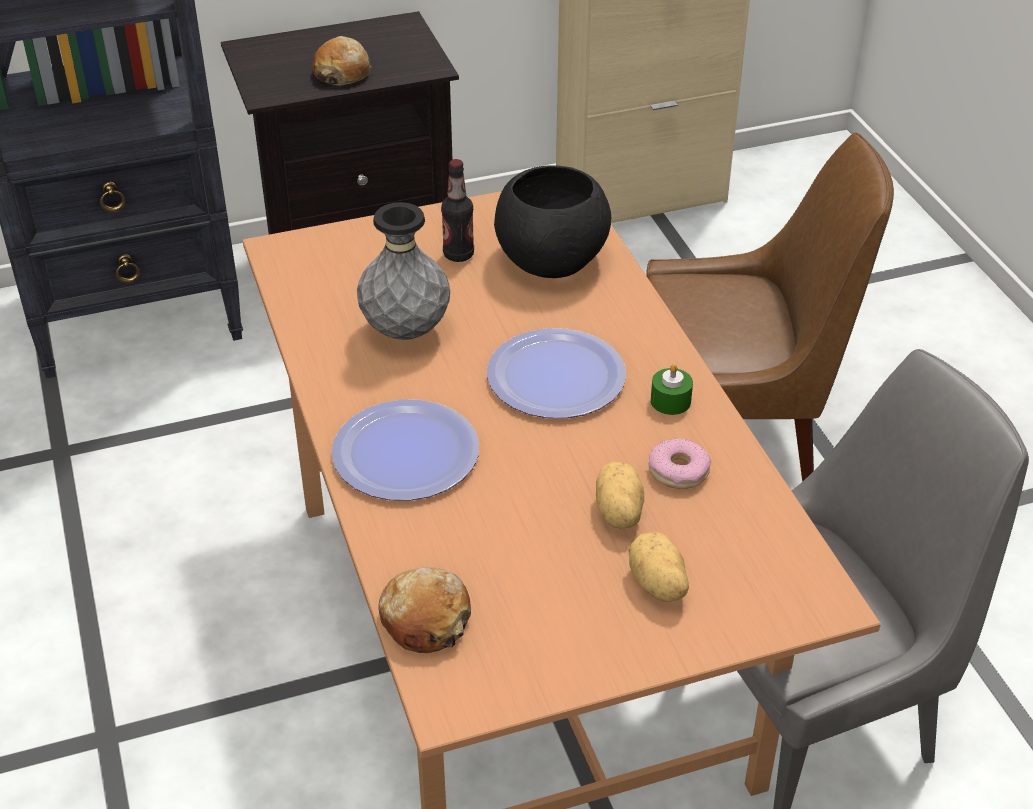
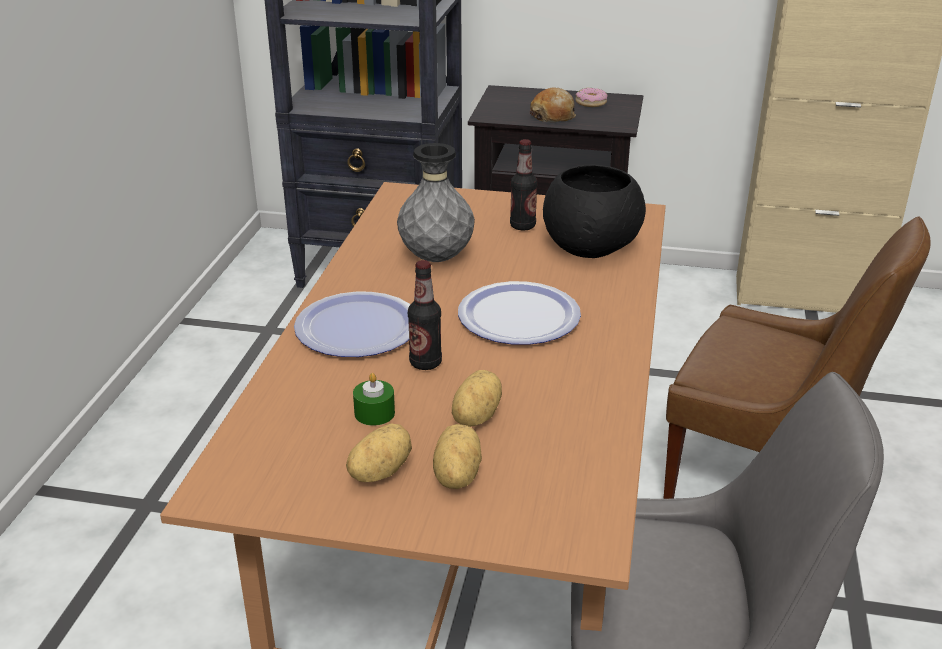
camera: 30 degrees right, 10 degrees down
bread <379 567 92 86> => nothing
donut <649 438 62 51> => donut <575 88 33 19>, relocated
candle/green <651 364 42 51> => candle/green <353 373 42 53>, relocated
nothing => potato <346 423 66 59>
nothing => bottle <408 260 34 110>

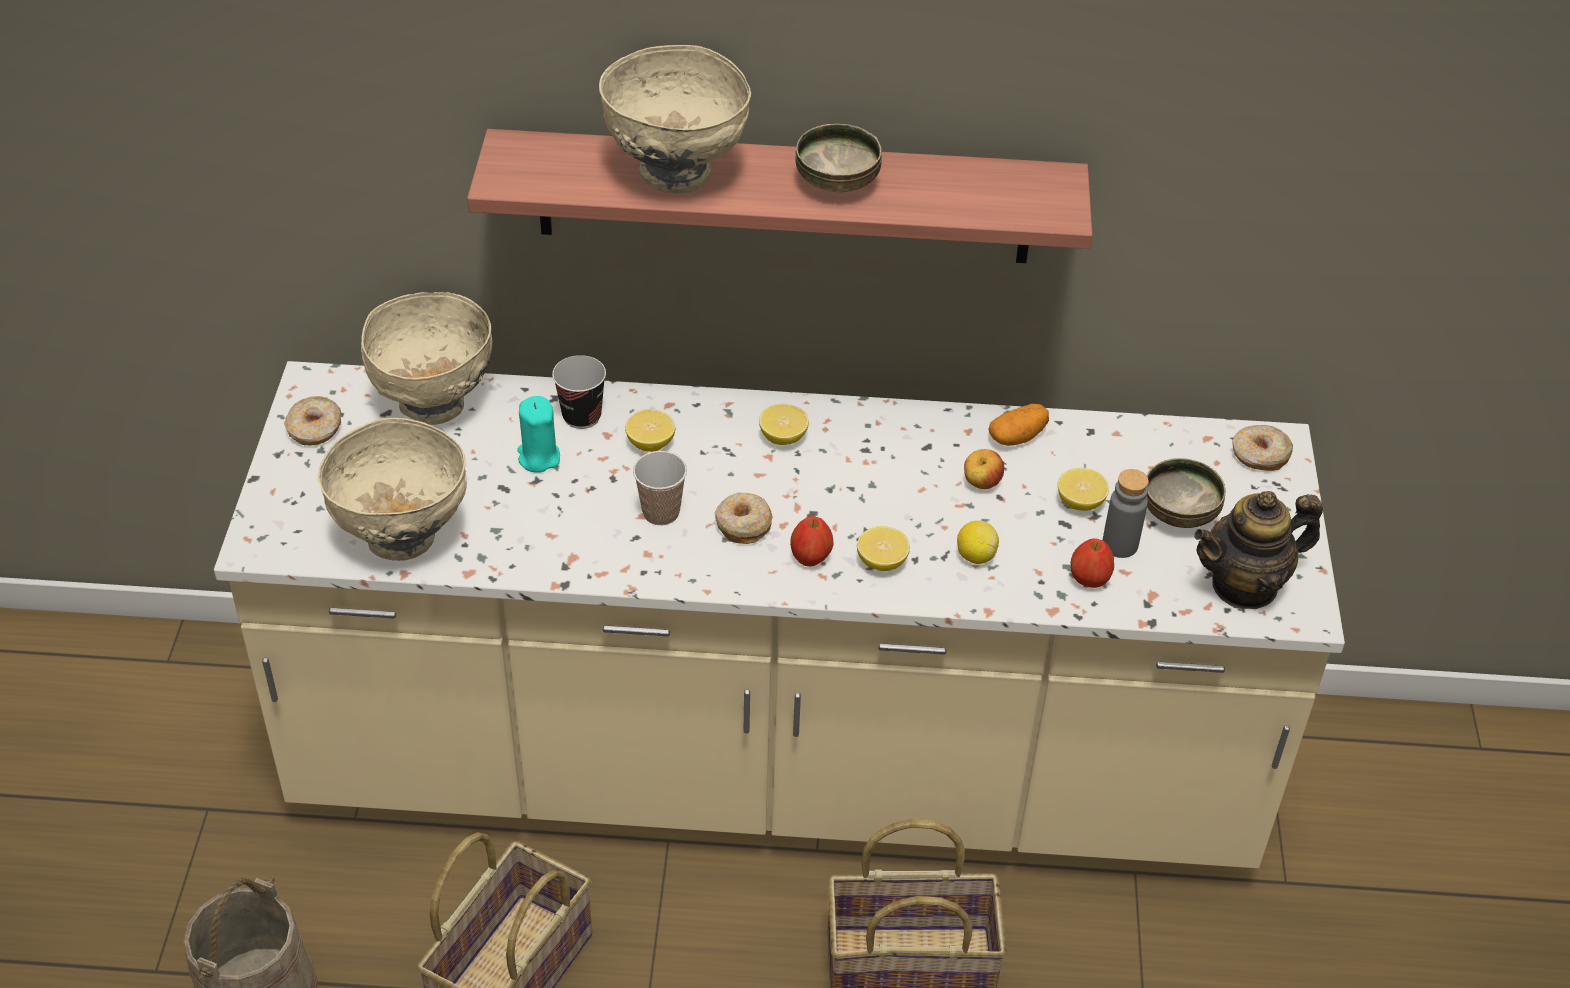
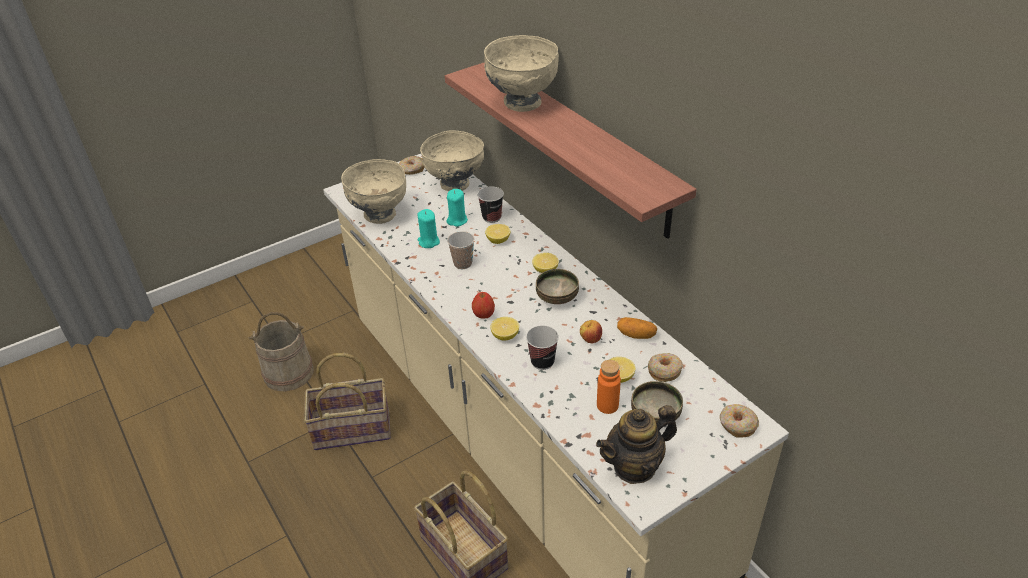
camera: 55 degrees right, 5 degrees down
donut <714 493 59 51> => donut <648 353 35 29>, relocated
bowl <795 124 87 68> => bowl <536 269 43 35>, relocated
lemon <957 521 42 43> => cup <526 325 33 45>
apple <1071 538 43 50> => nothing
bottle/grey <1103 469 46 89> => bottle/orange <597 360 24 54>
teapot <1194 491 129 118> => teapot <596 405 81 79>, 60 degrees counterclockwise
nothing => candle/turquoise <417 209 23 39>

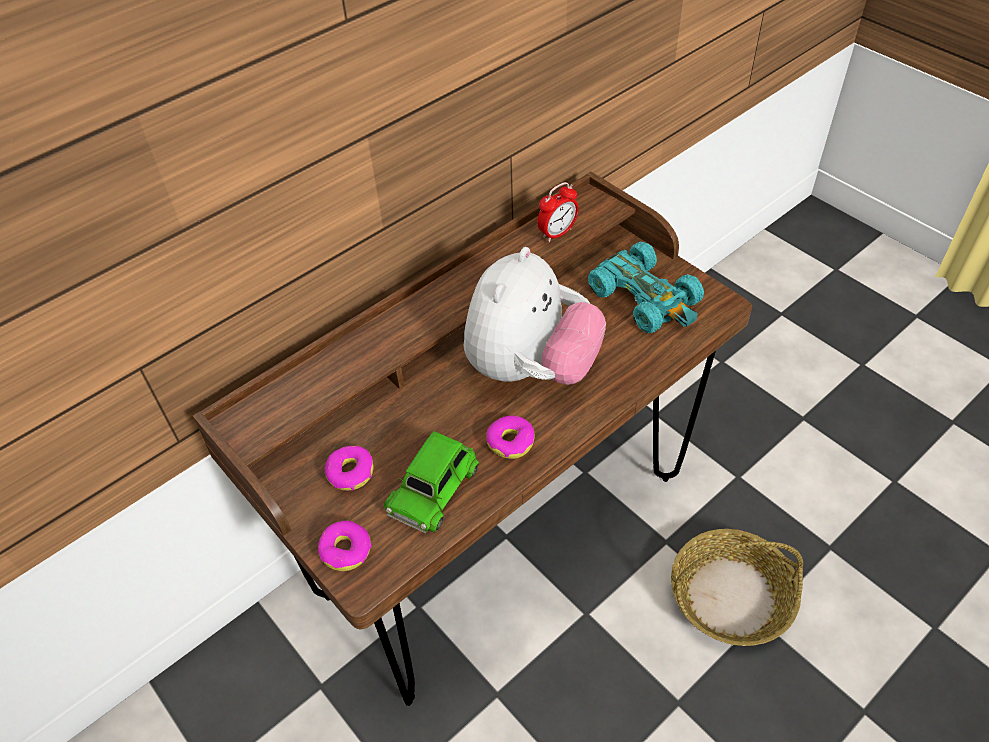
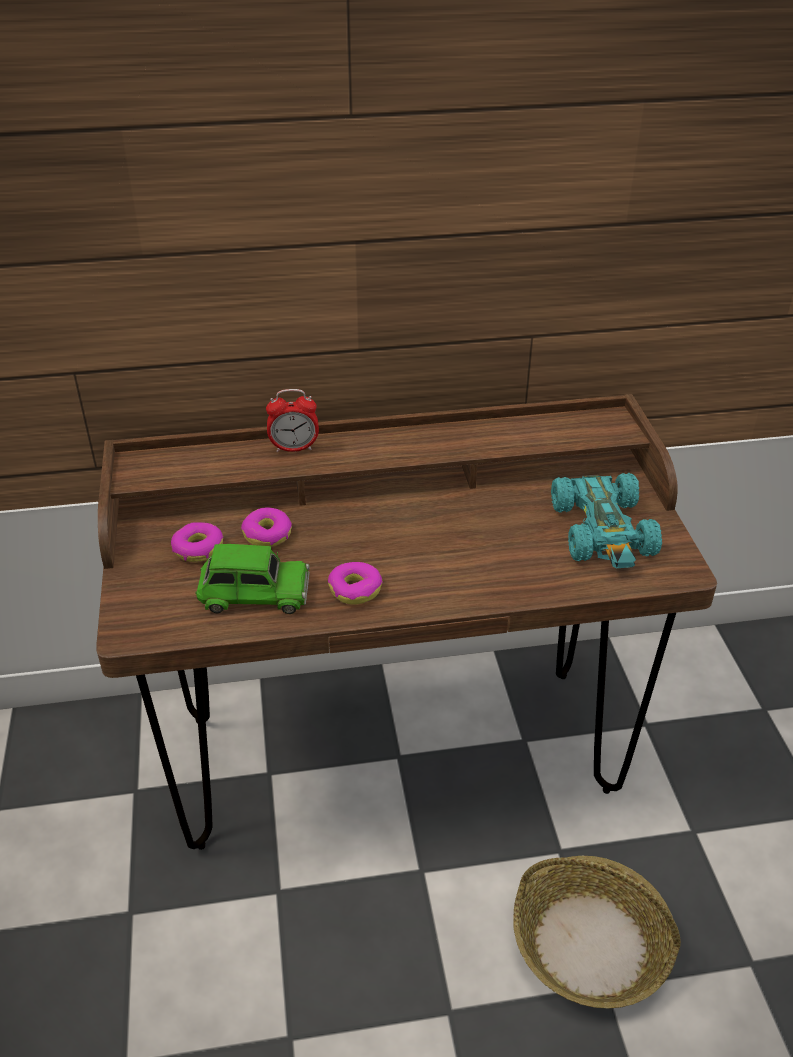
camera: 30 degrees right, 10 degrees down
donut <318 521 54 50> => donut <241 507 51 40>, relocated
toy car/green <384 431 95 102> => toy car/green <195 544 115 70>, 150 degrees counterclockwise
plush toy <464 247 142 138> => nothing
alarm clock <537 182 42 60> => alarm clock <266 389 53 63>, relocated

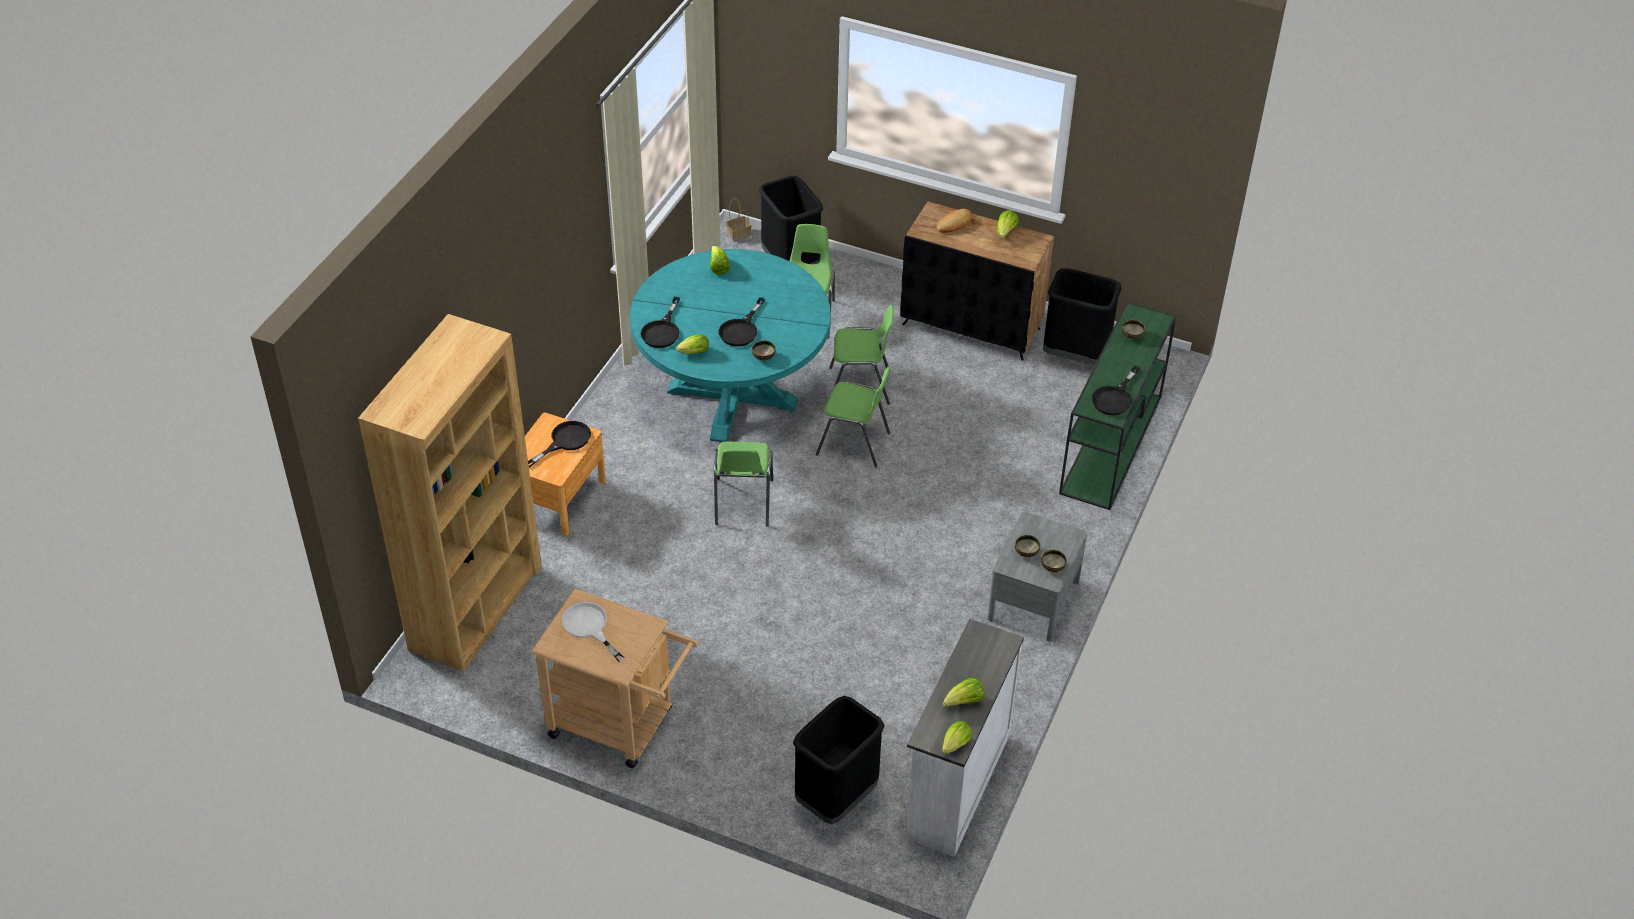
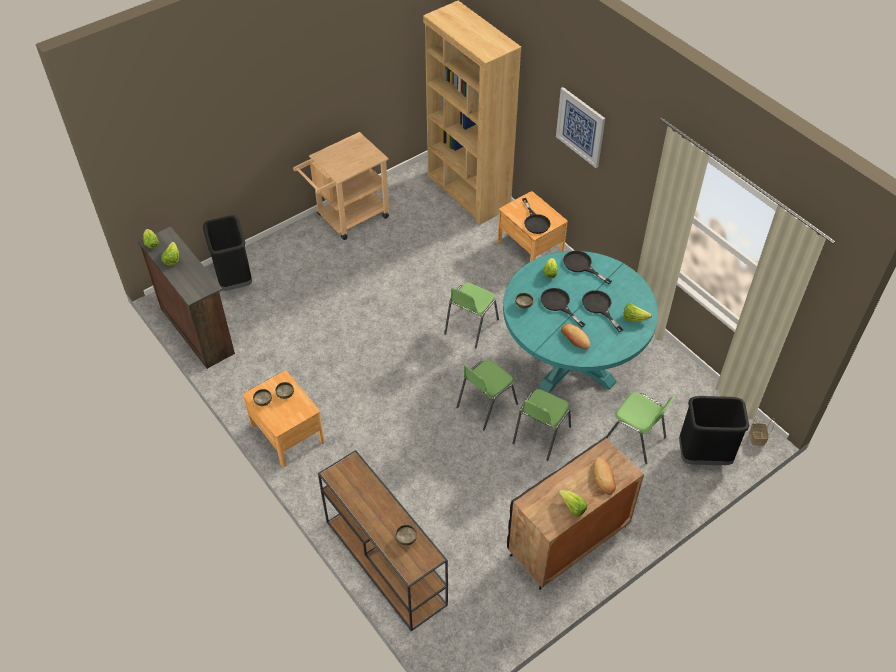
camera: 120 degrees right, 5 degrees up
frying pan/white <562 602 63 61> => nothing
chair/green <714 441 59 85> => chair/green <444 282 55 67>, 90 degrees counterclockwise
dresser/white <906 619 118 238> => dresser/brown <138 226 97 143>
nightstand/grey <987 512 100 129> => nightstand/brown <243 370 82 97>
trash can/black <1043 268 79 97> => nothing
console table/green <1059 302 117 208> => console table/brown <318 450 130 181>
frying pan/black <1092 365 48 50> => frying pan/black <582 290 41 42>, relocated
nothing => picture <556 87 49 81>
nothing => bread <561 324 30 25>

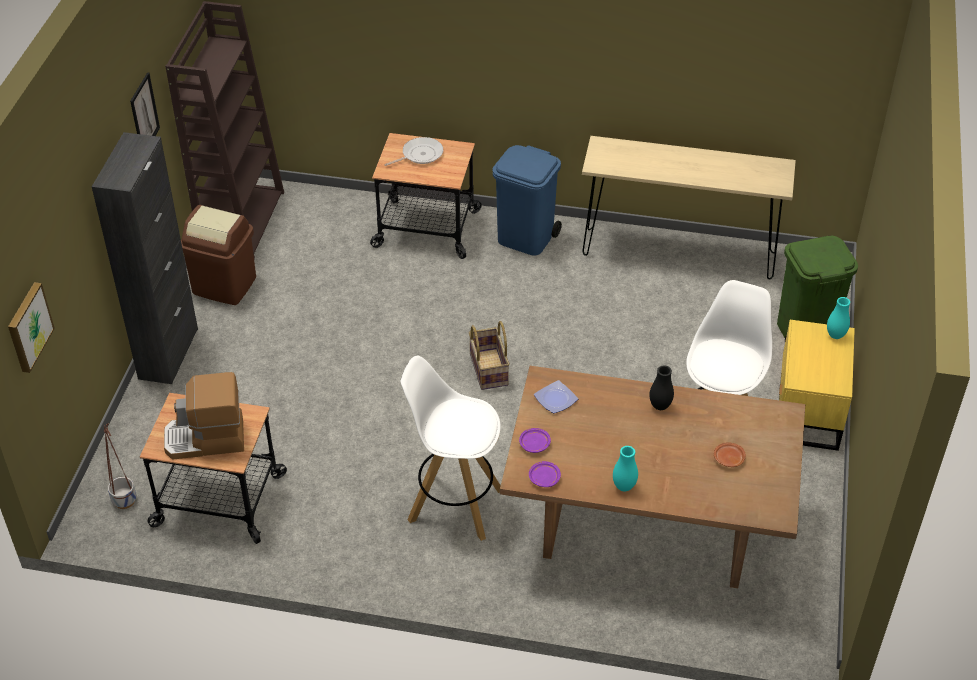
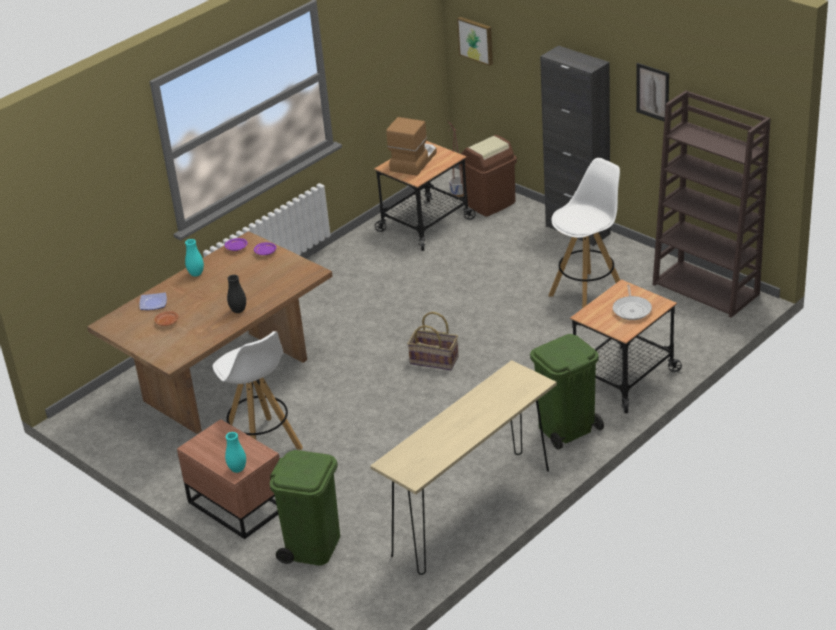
camera: 125 degrees right, 10 degrees down
trash can/brown <181 205 75 100> => trash can/brown <459 135 58 82>, relocated
stool/white <400 356 101 185> => stool/white <549 158 71 150>, relocated
trash can/blue <493 145 69 111> => trash can/green <530 334 74 116>
plate <534 380 44 33> => plate <139 292 28 18>, relocated
nightstand/yellow <779 320 76 131> => nightstand/brown <177 419 103 120>

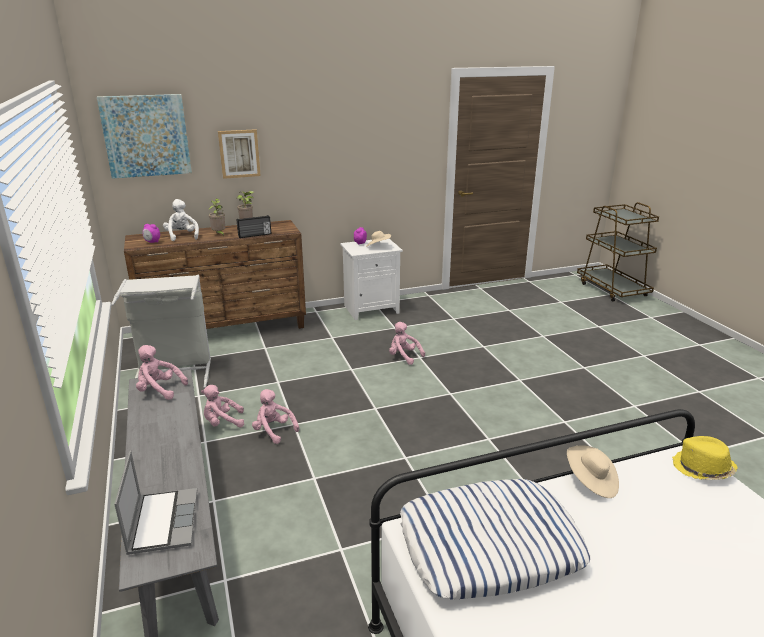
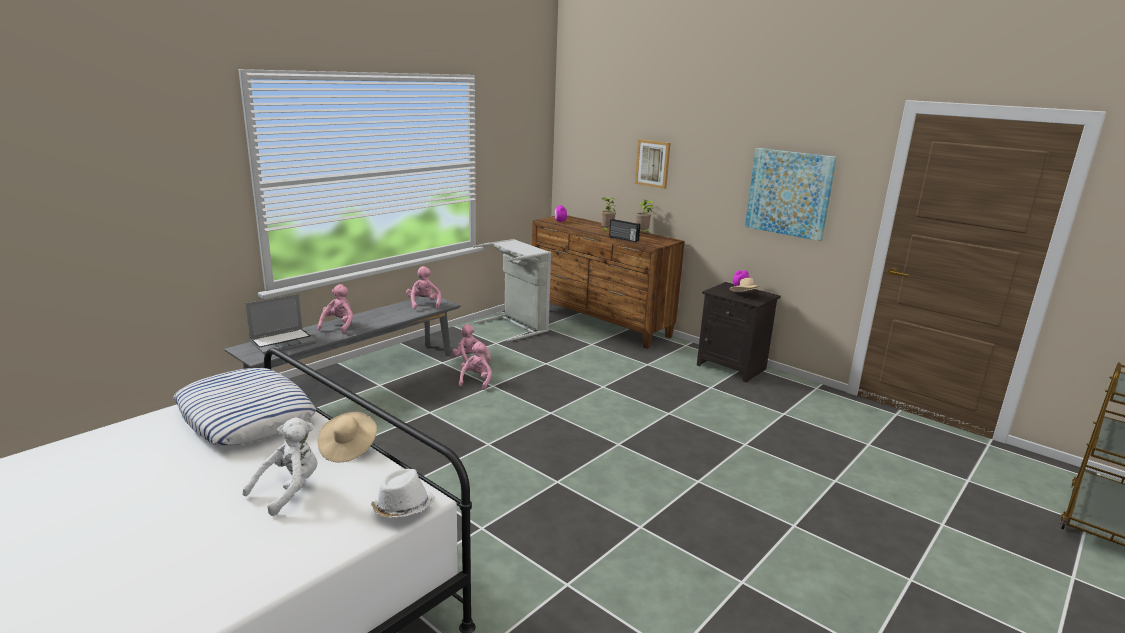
camera: 60 degrees right, 5 degrees down
picture <97 94 95 85> => picture <745 148 92 93>, relocated
plush toy/white <163 199 36 42> => plush toy/white <242 417 75 99>, relocated
nightstand/white <340 239 63 81> => nightstand/black <697 282 84 100>
plush toy/pink <389 322 36 43> => plush toy/pink <318 284 35 50>, relocated
hat/yellow <672 436 66 44> => hat/white <371 469 64 49>

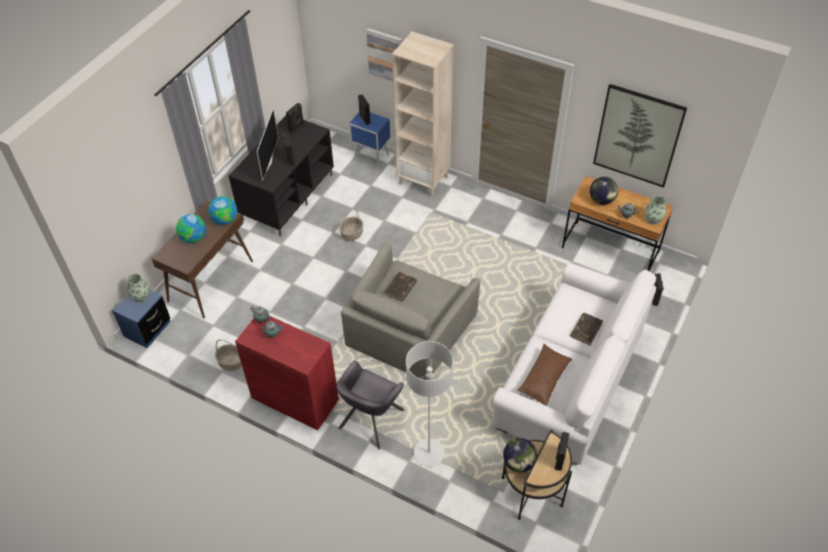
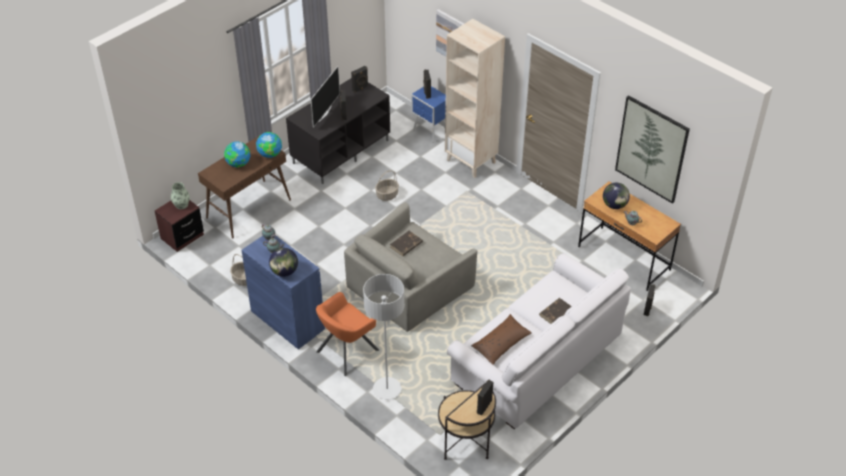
camera: 15 degrees right, 5 degrees down
nightstand/blue <112 290 59 58> => nightstand/brown <155 200 49 52>
cabinet/red <235 315 104 115> => cabinet/blue <242 236 83 113>
armchair/grey <336 360 69 89> => armchair/orange <316 292 63 84>
globe <503 438 34 34> => globe <269 248 29 29>, relocated
vase <645 195 21 30> => nothing

